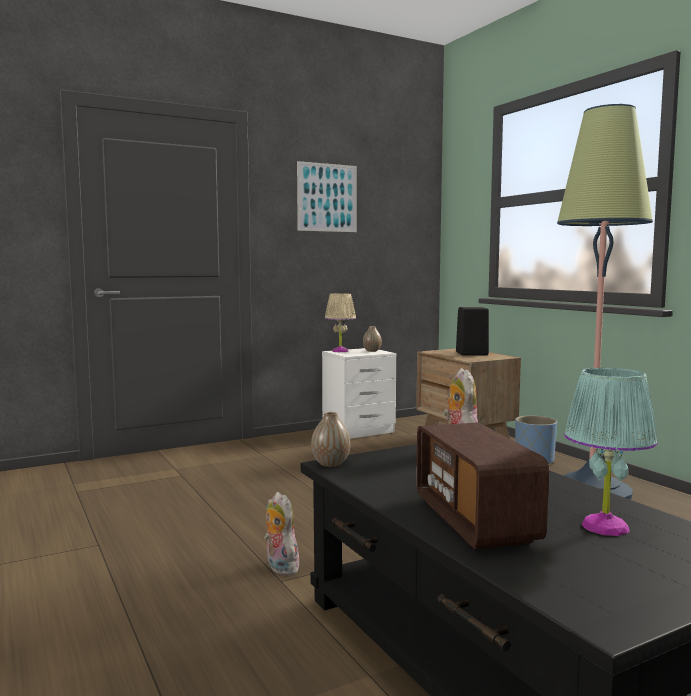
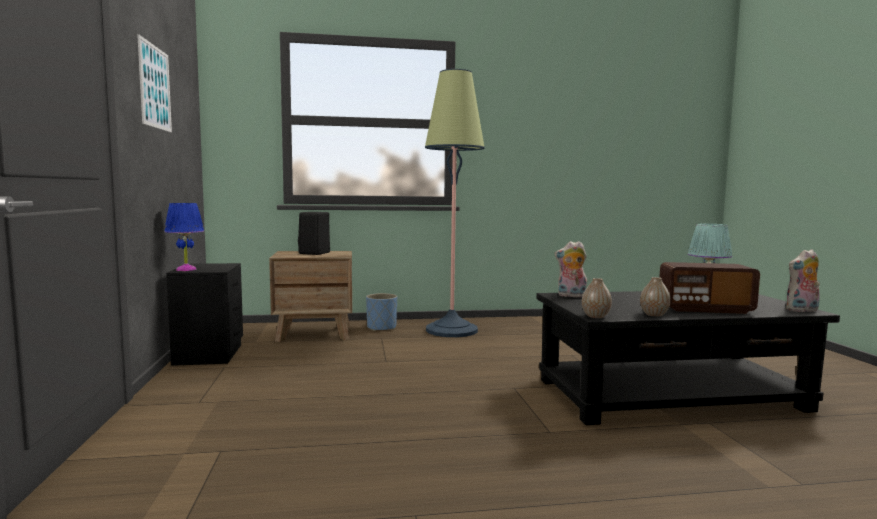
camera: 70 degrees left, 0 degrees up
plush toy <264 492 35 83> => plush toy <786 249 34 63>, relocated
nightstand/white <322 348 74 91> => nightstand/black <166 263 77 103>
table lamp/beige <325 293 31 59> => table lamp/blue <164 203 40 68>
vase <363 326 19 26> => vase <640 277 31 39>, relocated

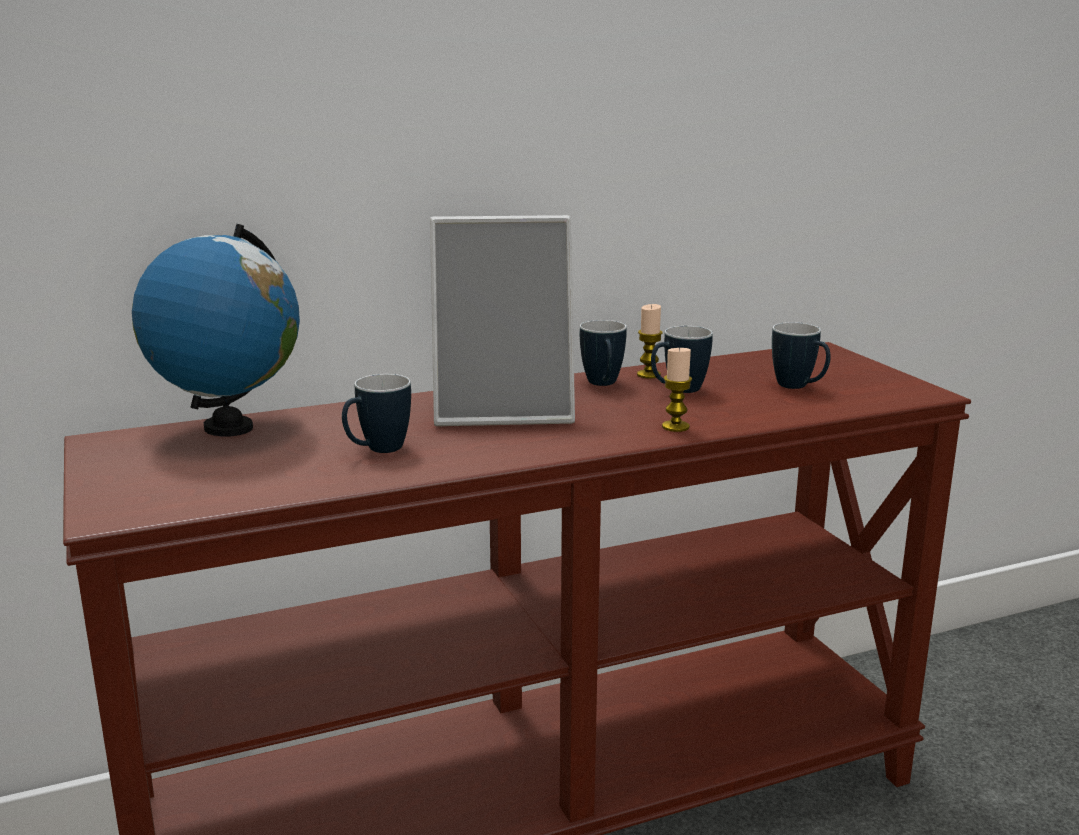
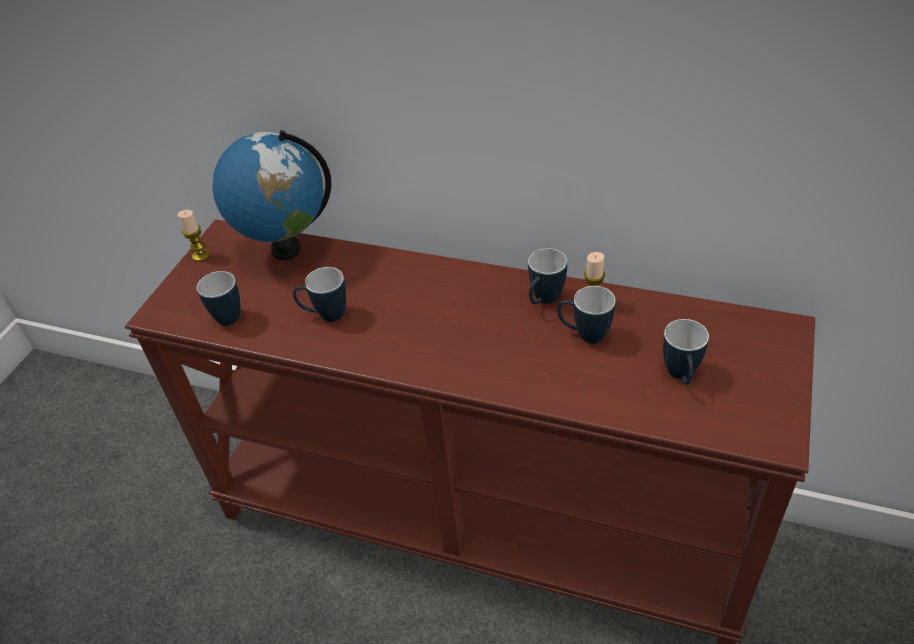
camera: 45 degrees right, 25 degrees up
picture frame <430 215 145 211> => nothing
candle <662 347 30 85> => candle <177 210 33 51>, relocated
nothing => mug <197 271 44 54>

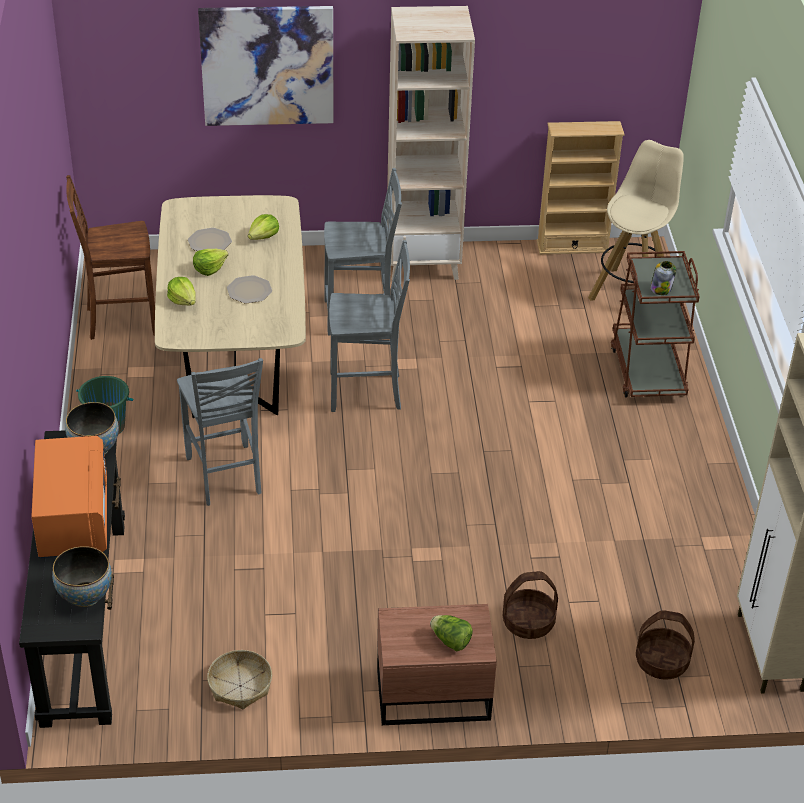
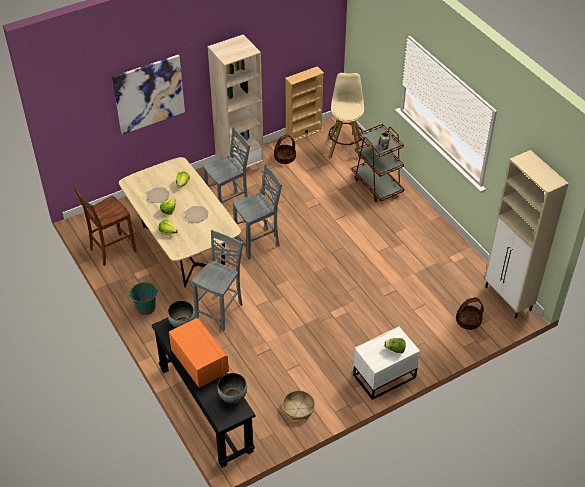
camera: 25 degrees left, 5 degrees up
chair/grey <177 358 86 148> => chair/grey <192 229 51 102>, 105 degrees counterclockwise
nightstand/brown <377 604 120 121> => nightstand/white <353 327 67 73>
basket <503 571 55 68> => basket <274 134 22 30>, relocated

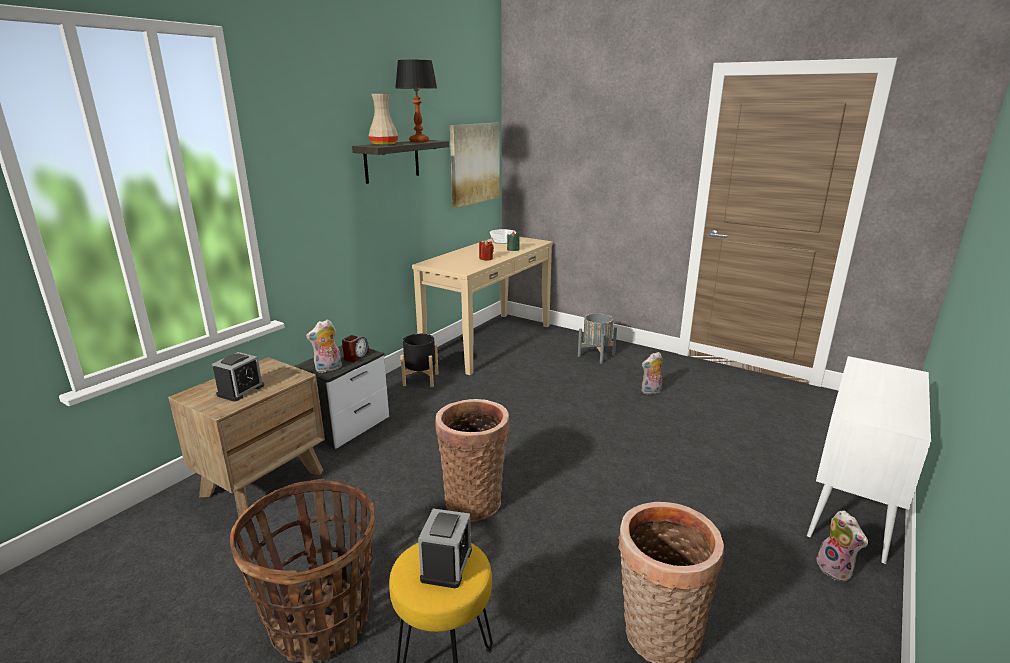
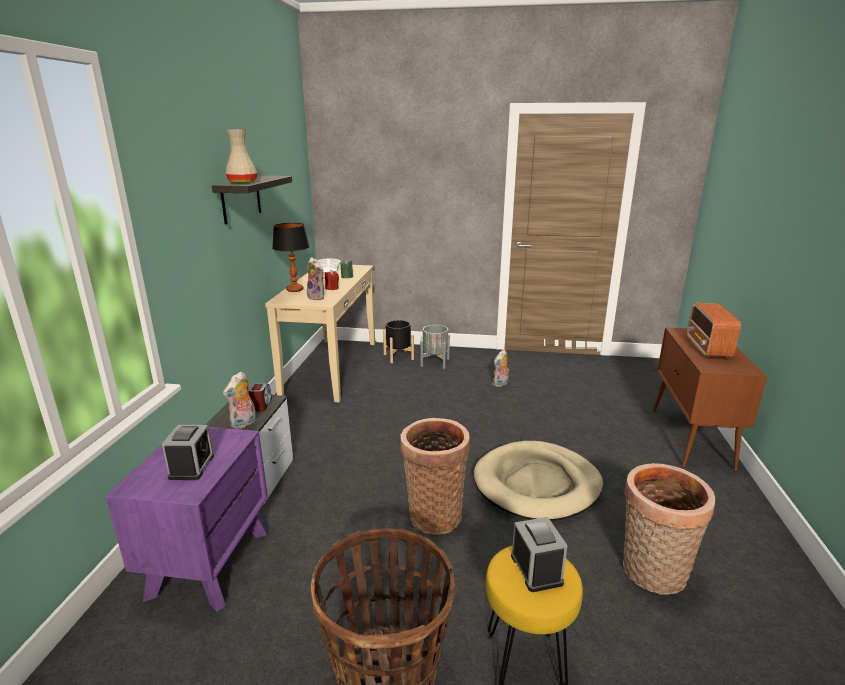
camera: 25 degrees left, 0 degrees up
nightstand/brown <168 357 157 161> => nightstand/purple <105 427 163 185>
table lamp <395 60 42 82> => table lamp <272 223 38 69>, relocated
planter/black <401 334 38 53> => planter/black <383 320 31 43>, relocated
picture <450 123 50 85> => nothing
cabinet/white <807 356 124 208> => cabinet/brown <653 327 114 145>
plush toy <816 511 52 71> => plush toy <307 257 17 43>, relocated
nothing => dog bed/beige <474 441 129 80>
nothing => radio <687 303 54 56>

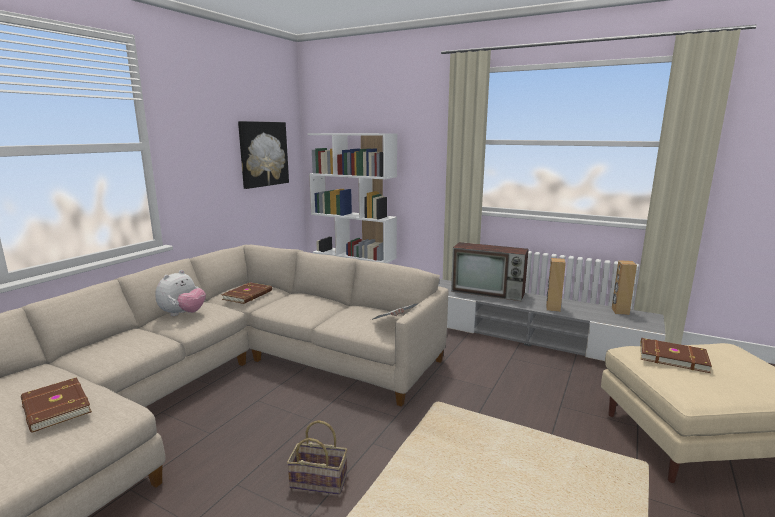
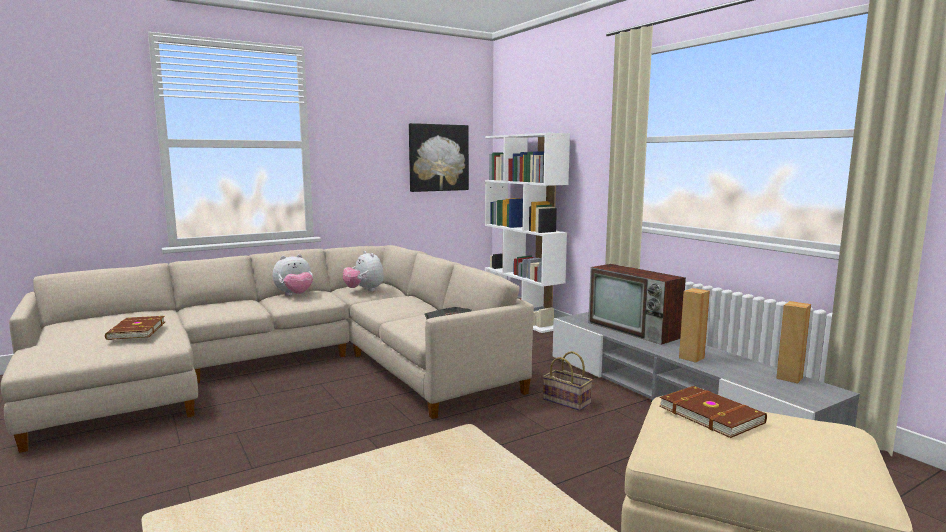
camera: 30 degrees right, 5 degrees down
book/brown <222 282 50 22> => plush toy <343 251 41 40>
basket <287 420 60 75> => basket <543 351 49 60>, relocated

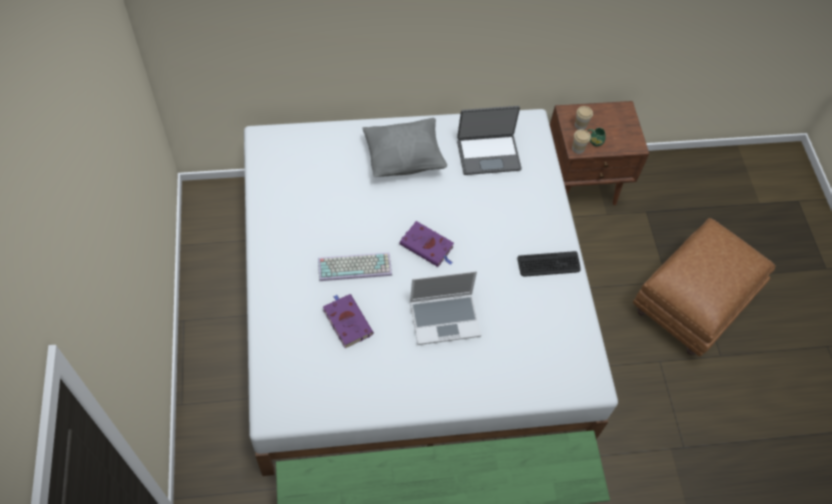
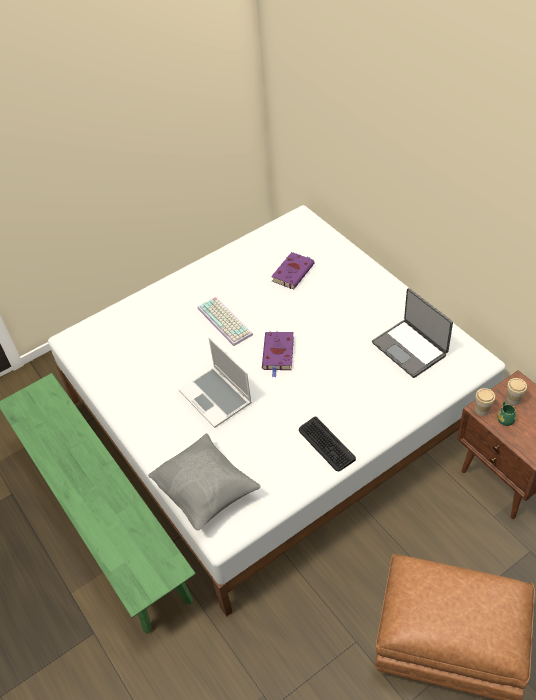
camera: 70 degrees right, 10 degrees down
book/purple <323 294 51 54> => book/purple <271 252 44 37>, relocated
pillow/grey <362 118 85 59> => pillow/grey <148 433 113 97>, relocated

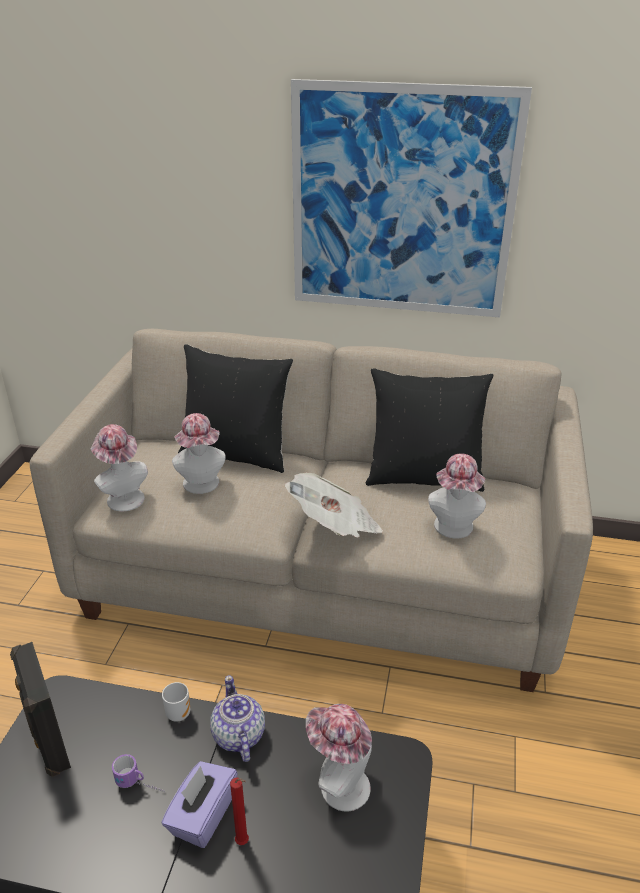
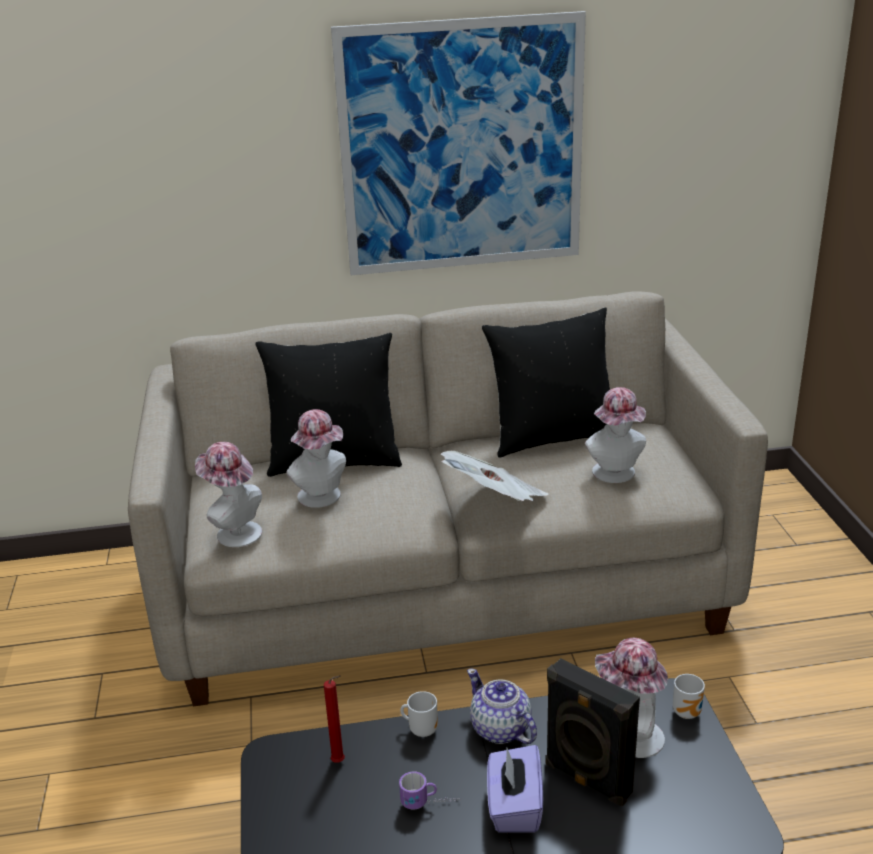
camera: 20 degrees left, 5 degrees down
speaker/black <10 642 61 135> => speaker/black <545 658 95 149>, relocated
candle/red <230 777 19 68> => candle/red <324 675 21 88>, relocated
nothing => mug <673 674 32 45>

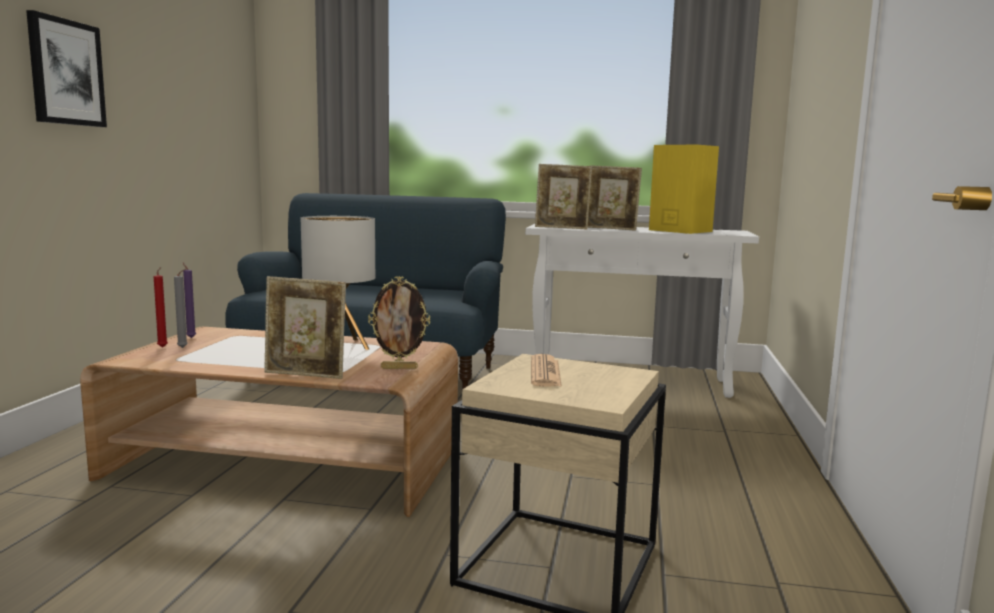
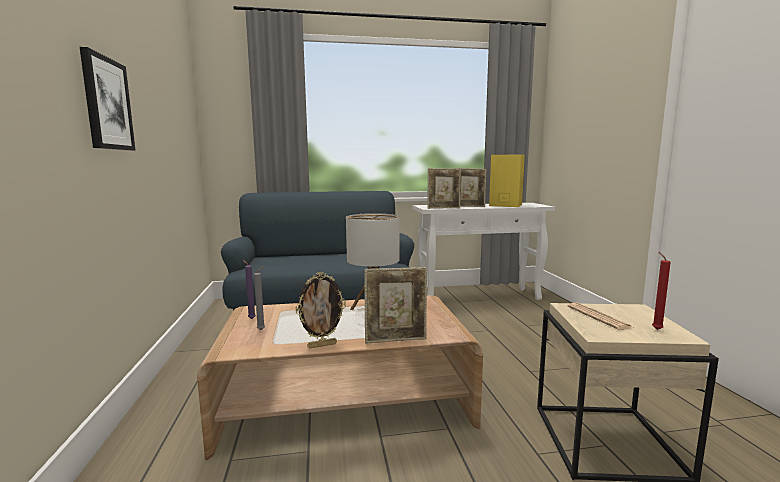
camera: 20 degrees left, 0 degrees up
candle/red <154 267 14 80> => candle/red <652 252 19 78>, relocated
picture frame <368 276 63 93> => picture frame <296 272 50 76>, relocated

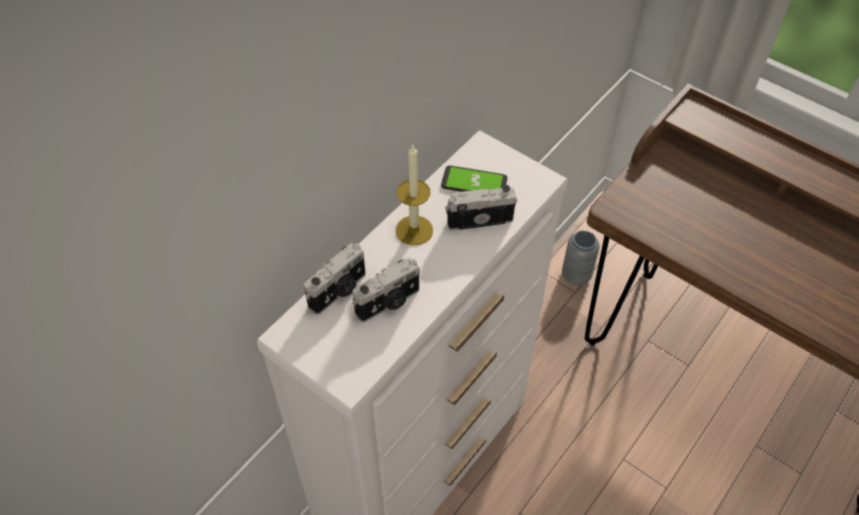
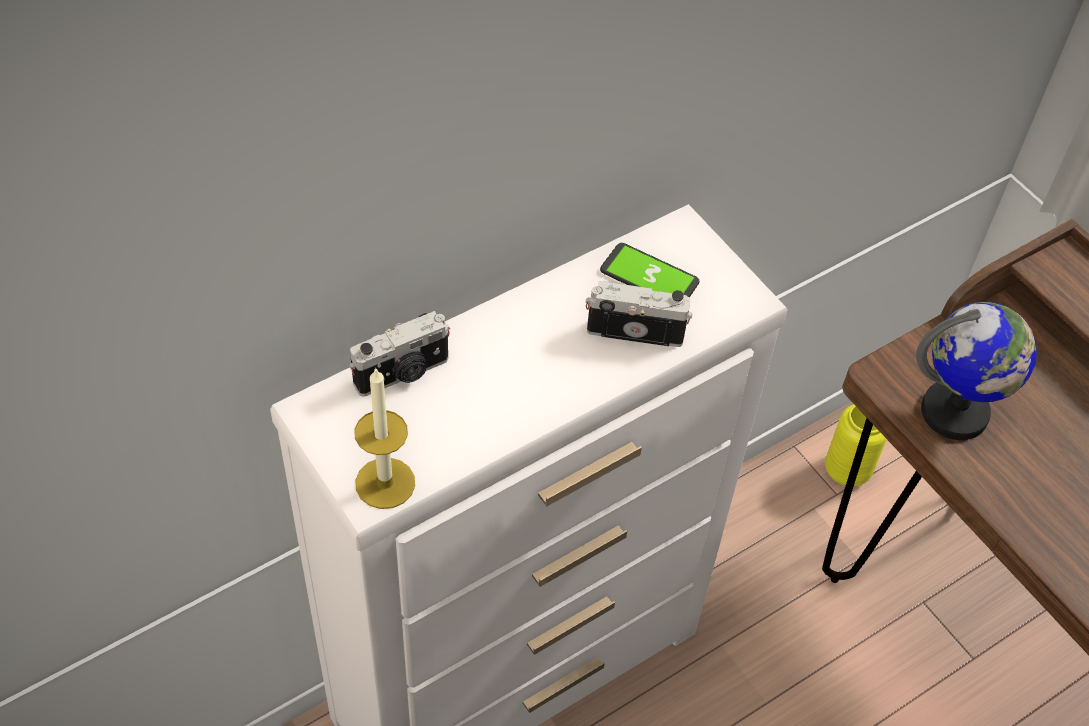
camera: 15 degrees right, 0 degrees up
photo camera <352 257 68 66> => nothing
candle <396 144 37 101> => candle <354 367 61 142>, relocated
vase/grey <562 230 38 55> => vase/yellow <825 404 62 82>
nothing => globe <916 302 121 138>

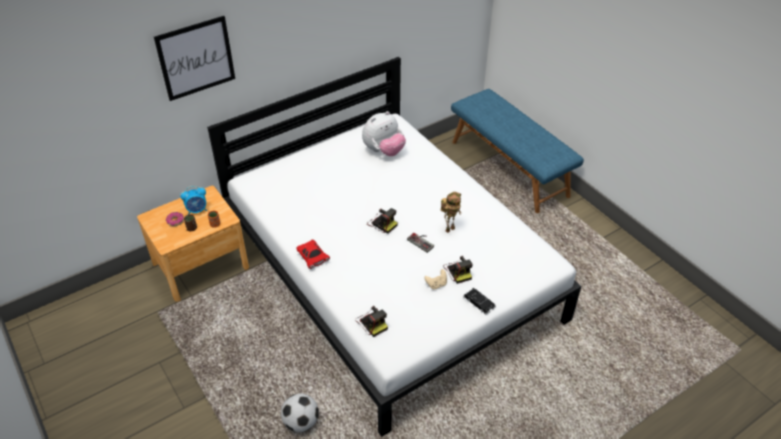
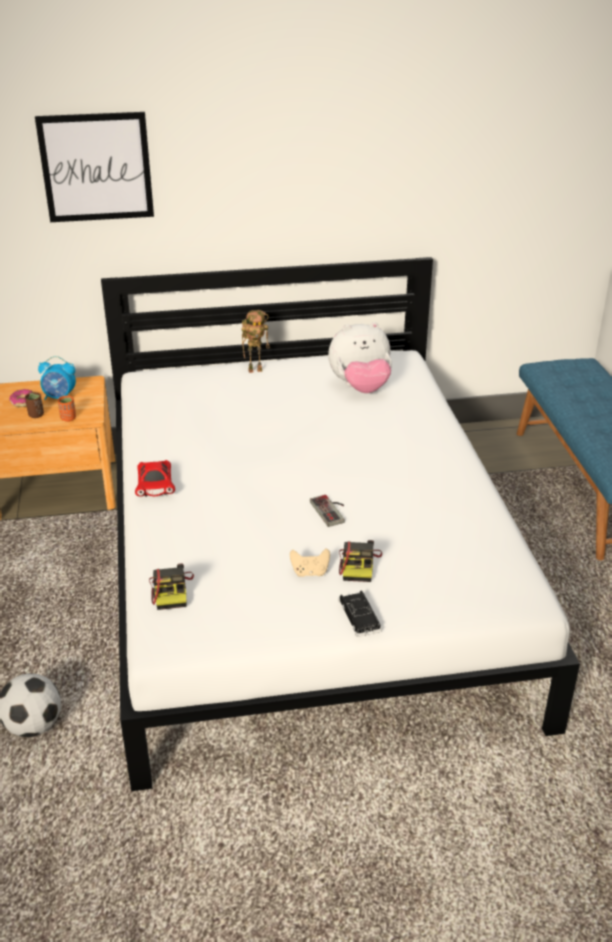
camera: 25 degrees right, 10 degrees down
photo camera <367 208 31 26> => nothing
toy robot <441 192 20 41> => toy robot <242 310 27 63>, relocated

